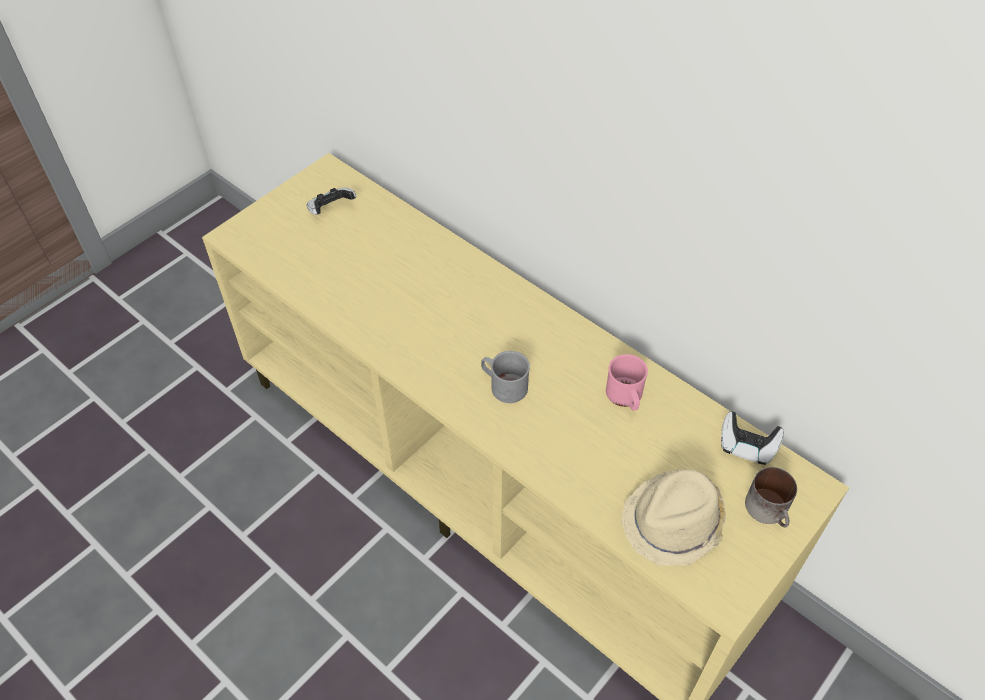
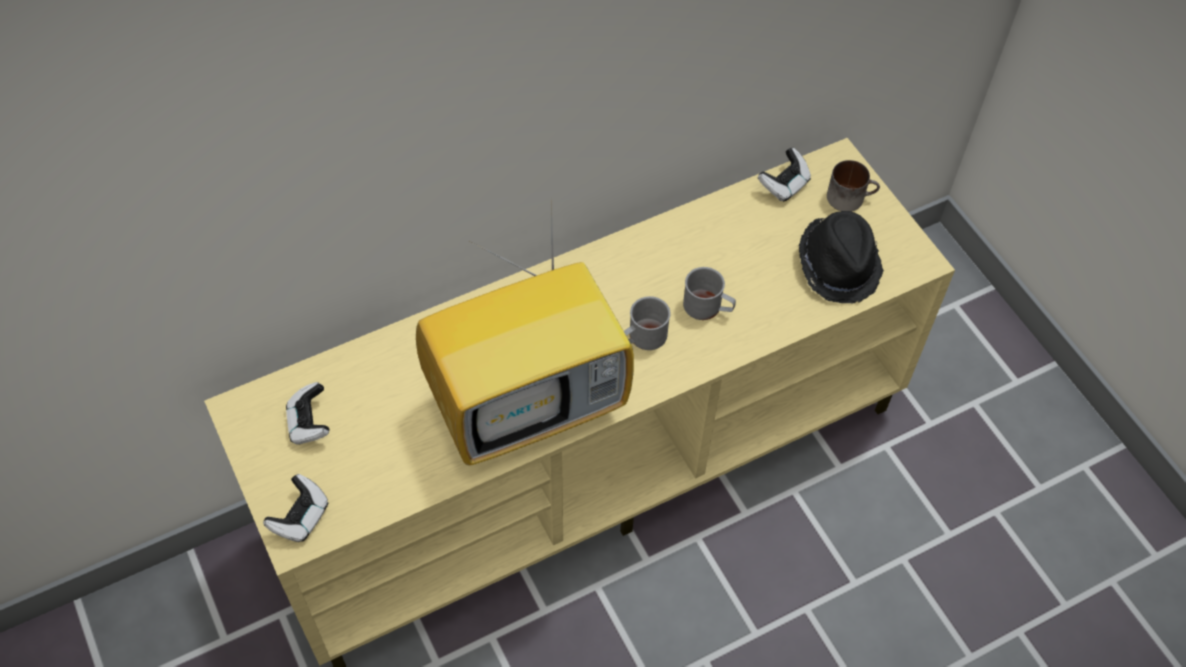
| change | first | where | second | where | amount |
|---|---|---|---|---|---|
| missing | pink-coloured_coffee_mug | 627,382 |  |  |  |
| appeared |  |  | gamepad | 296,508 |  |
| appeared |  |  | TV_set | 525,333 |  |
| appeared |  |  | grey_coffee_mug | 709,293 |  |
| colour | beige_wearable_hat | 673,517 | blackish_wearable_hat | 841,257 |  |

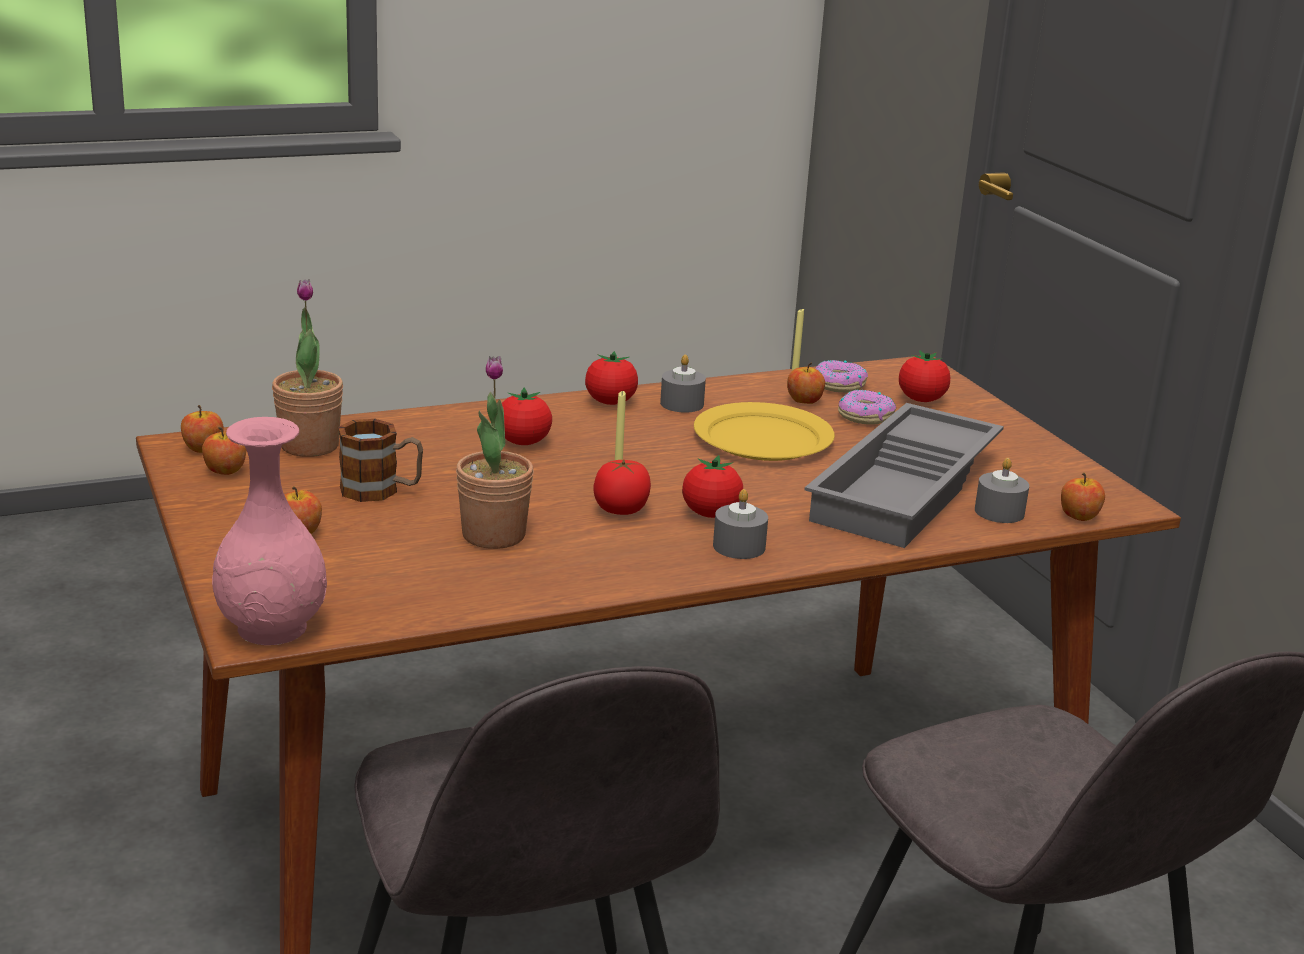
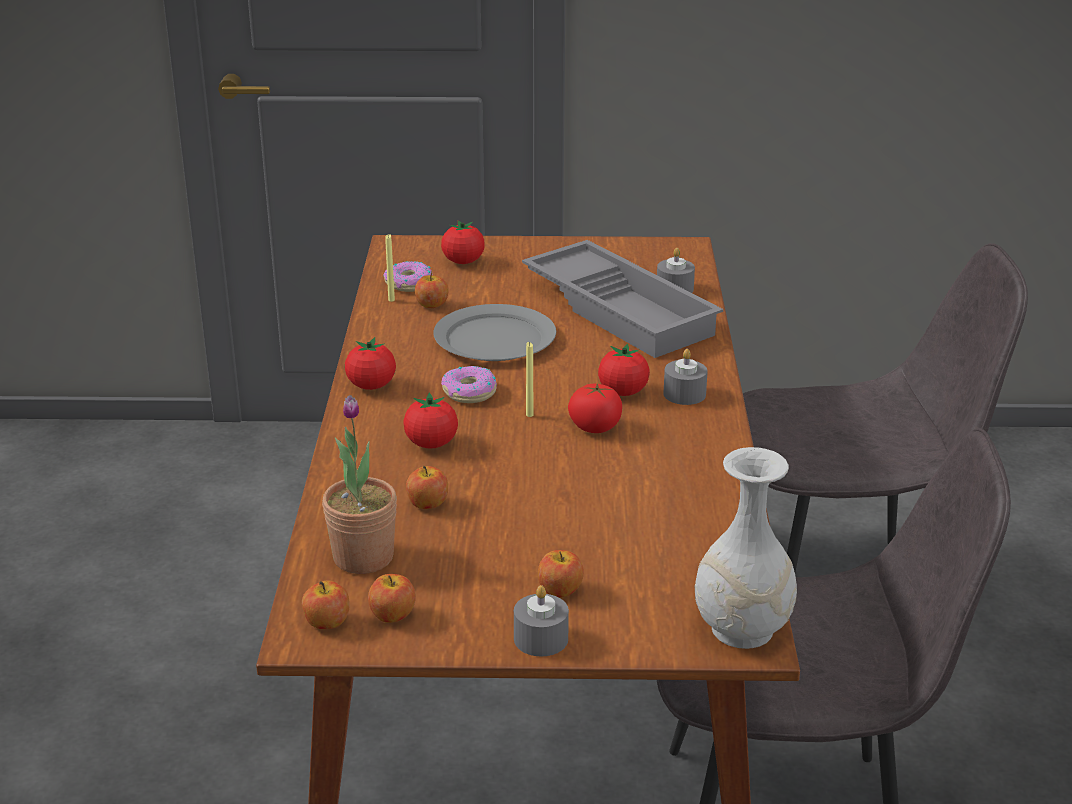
| change | first | where | second | where | amount |
|---|---|---|---|---|---|
| missing | coffee_mug | 380,460 |  |  |  |
| missing | plant_in_a_pot | 495,452 |  |  |  |
| relocated | grey_wax_candle | 683,383 |  | 541,620 |  |
| relocated | doughnut | 867,407 |  | 469,384 |  |
| relocated | apple | 1083,496 |  | 427,487 |  |
| colour | pink-coloured_decorative_vase | 269,531 | whitish_decorative_vase | 746,548 |  |
| colour | yellowish_flat_dish | 764,431 | grey_flat_dish | 494,332 |  |

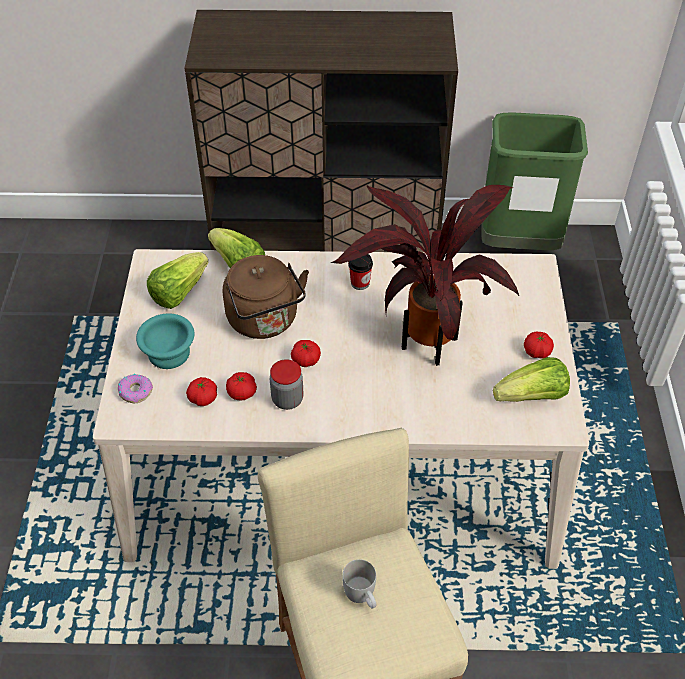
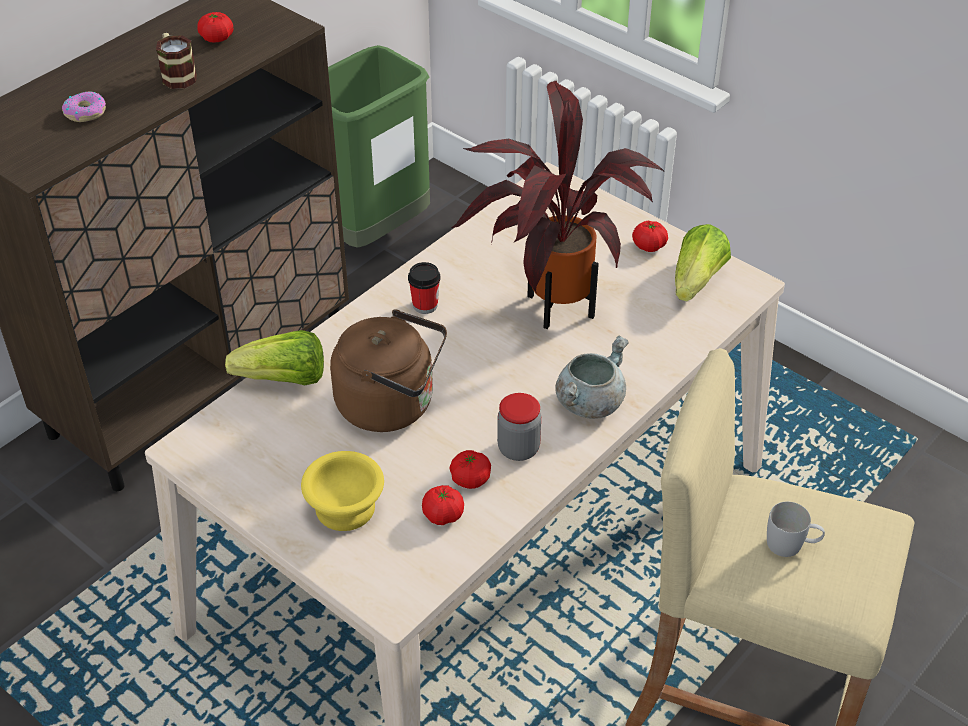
| change | first | where | second | where | amount |
|---|---|---|---|---|---|
| missing | lettuce | 177,280 |  |  |  |
| appeared |  |  | coffee_mug | 176,61 |  |
| appeared |  |  | grey_stockpot | 592,377 |  |
| relocated | doughnut | 135,388 |  | 84,106 |  |
| relocated | tomato | 306,353 |  | 215,27 |  |
| colour | blue-green_serving_bowl | 165,341 | yellowish_serving_bowl | 342,491 |  |

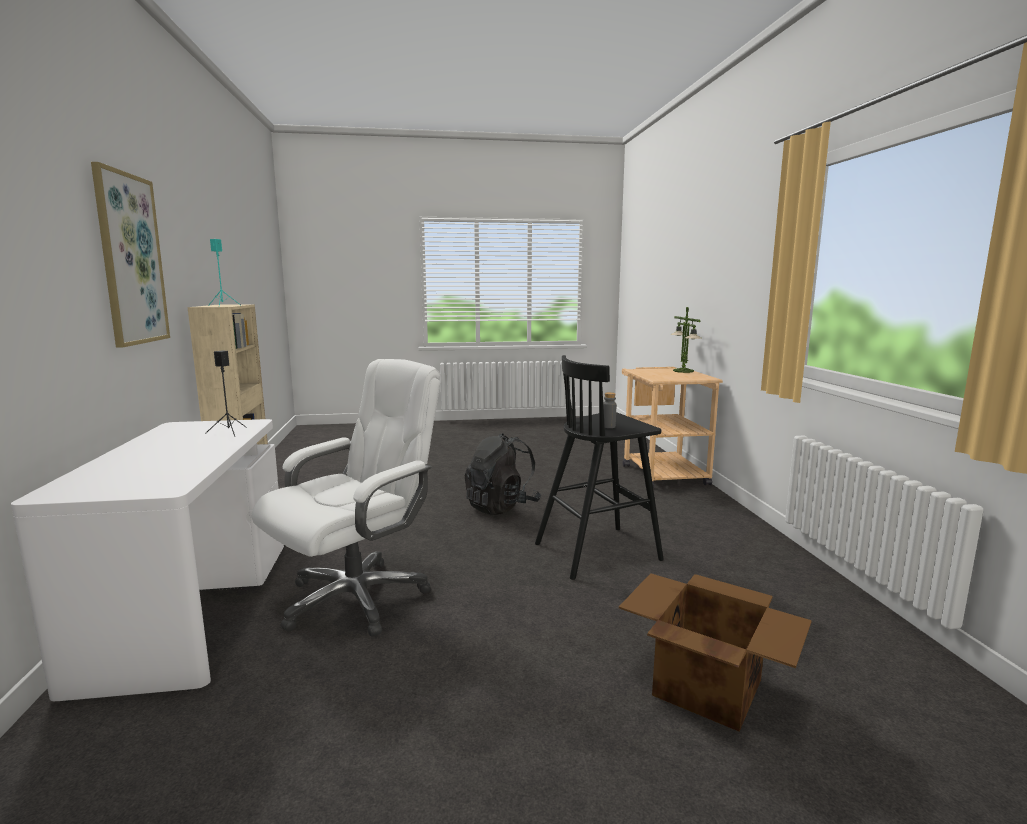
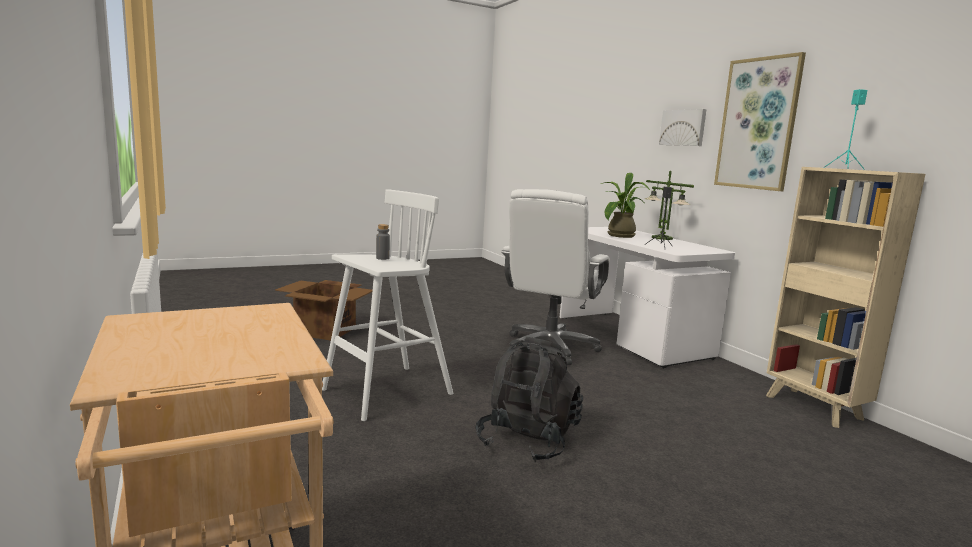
| change | first | where | second | where | amount |
|---|---|---|---|---|---|
| appeared |  |  | plant_in_a_pot | 625,205 |  |
| appeared |  |  | wall_picture | 683,127 |  |
| relocated | table_lamp | 685,339 |  | 669,205 |  |
| colour | blackish_stool_seat | 599,467 | whitish_stool_seat | 387,305 |  |

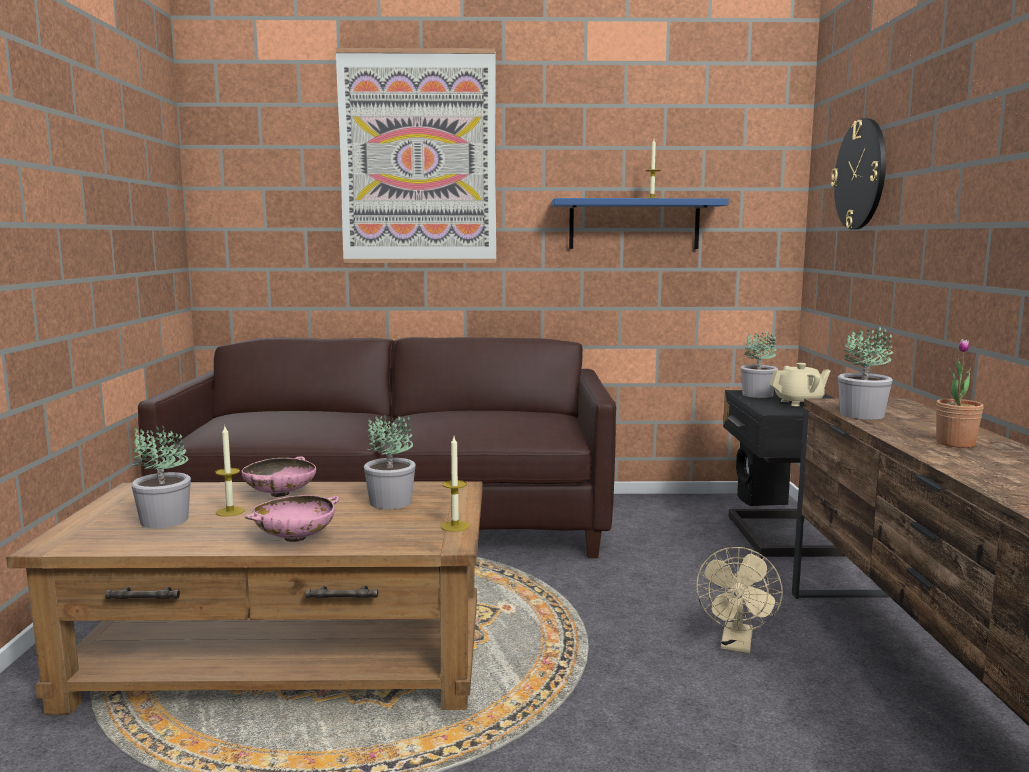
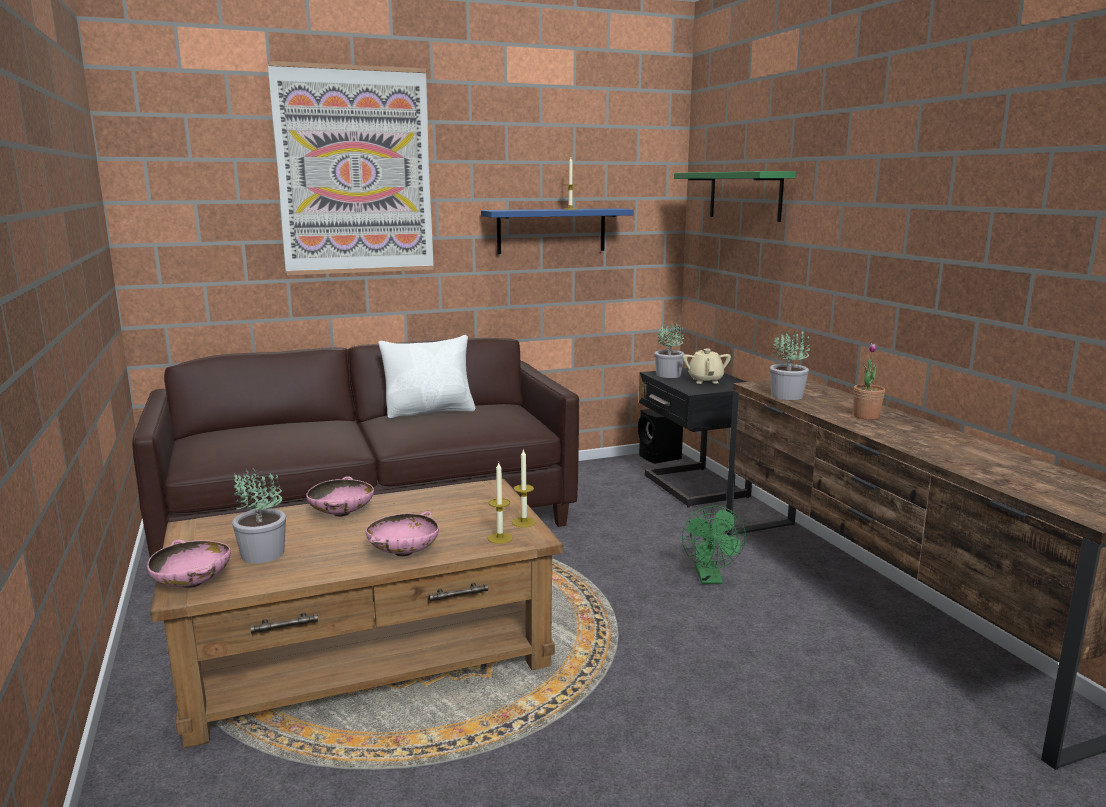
| change | first | where | second | where | amount |
|---|---|---|---|---|---|
| missing | plant_in_a_pot | 390,462 |  |  |  |
| appeared |  |  | pink-coloured_serving_bowl | 189,564 |  |
| appeared |  |  | whitish_pillow | 426,376 |  |
| relocated | wax_candle | 230,471 |  | 500,503 |  |
| exchanged | clock_on_the_wall | 858,173 | green_shelf | 735,196 |  |
| colour | beige_cooling_fan | 739,600 | green_cooling_fan | 714,545 |  |
| spun | beige_teapot | 800,384 |  | 707,366 | 60 degrees counterclockwise |

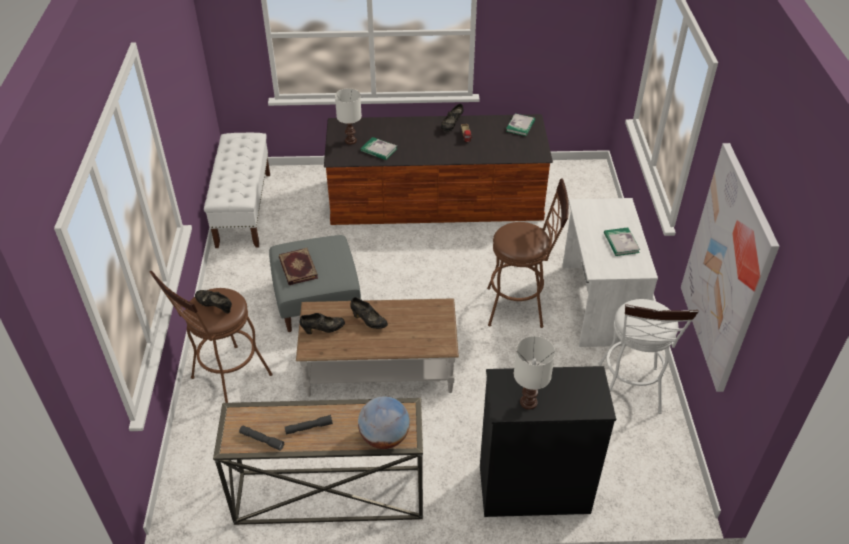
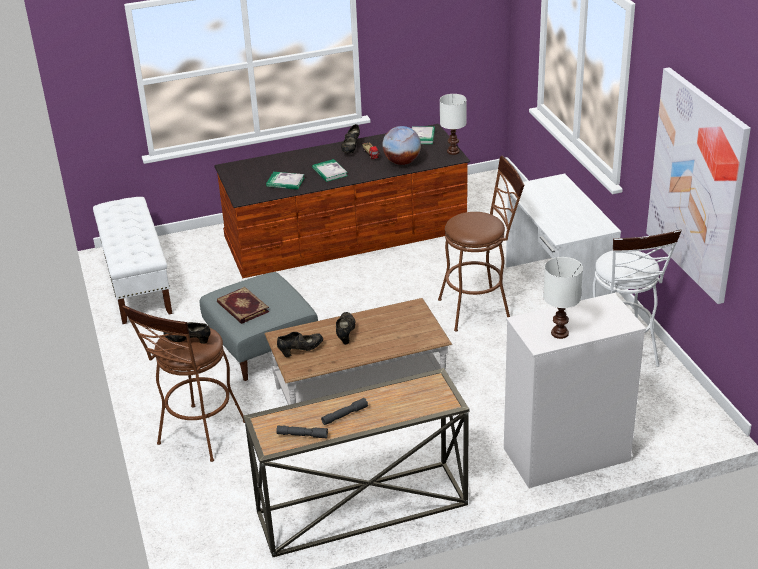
| change | first | where | second | where | amount |
|---|---|---|---|---|---|
| relocated | whitish_table_lamp | 348,116 |  | 453,124 |  |
| relocated | globe | 384,422 |  | 401,145 |  |
| relocated | bound_book | 622,241 |  | 330,170 |  |
| colour | blackish_dresser | 548,441 | whitish_dresser | 575,390 |  |
| spun | blackish_item_of_footwear | 369,313 |  | 345,328 | 105 degrees counterclockwise |

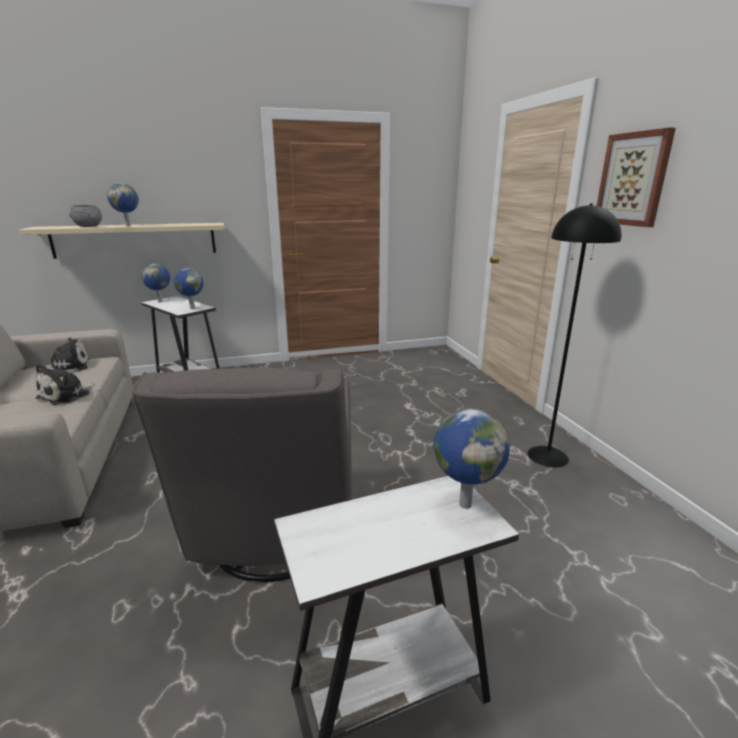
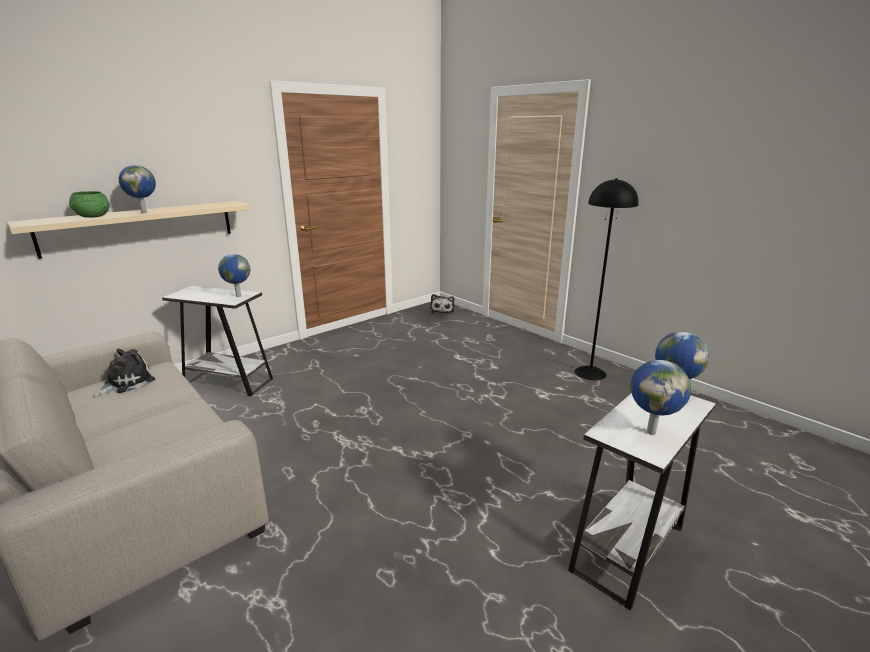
| change | first | where | second | where | amount |
|---|---|---|---|---|---|
| missing | grey_easy_chair | 242,475 |  |  |  |
| missing | wall_picture | 636,177 |  |  |  |
| relocated | soft_toy | 65,384 |  | 442,304 |  |
| relocated | globe | 155,282 |  | 660,397 |  |
| colour | grey_serving_bowl | 85,216 | green_serving_bowl | 89,204 |  |

